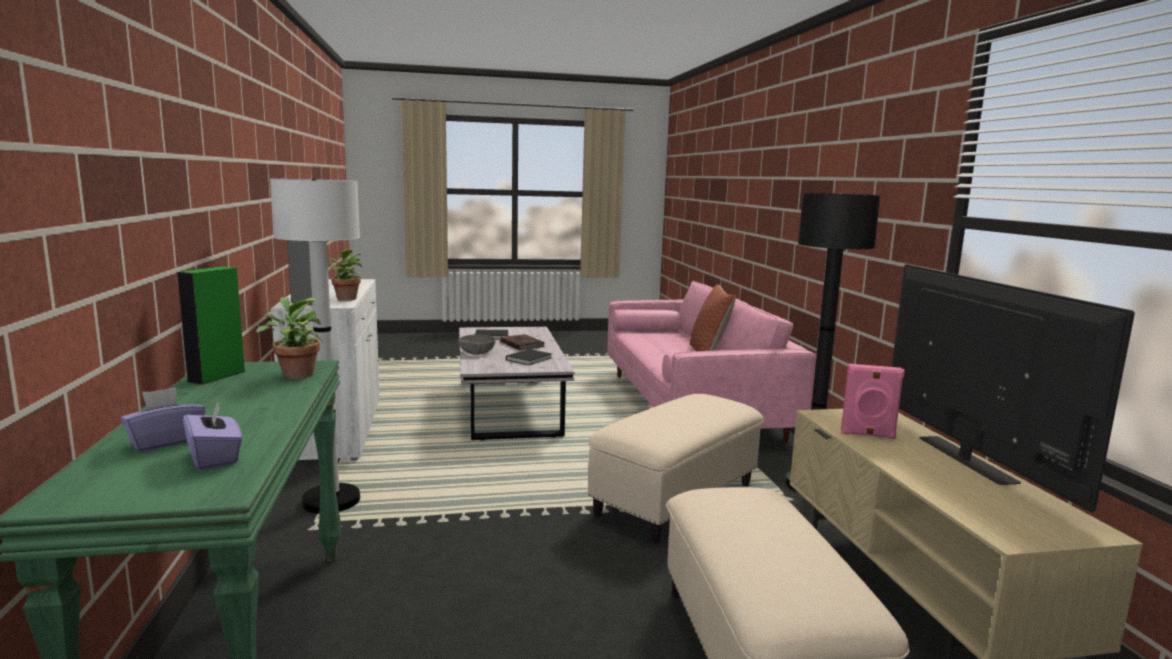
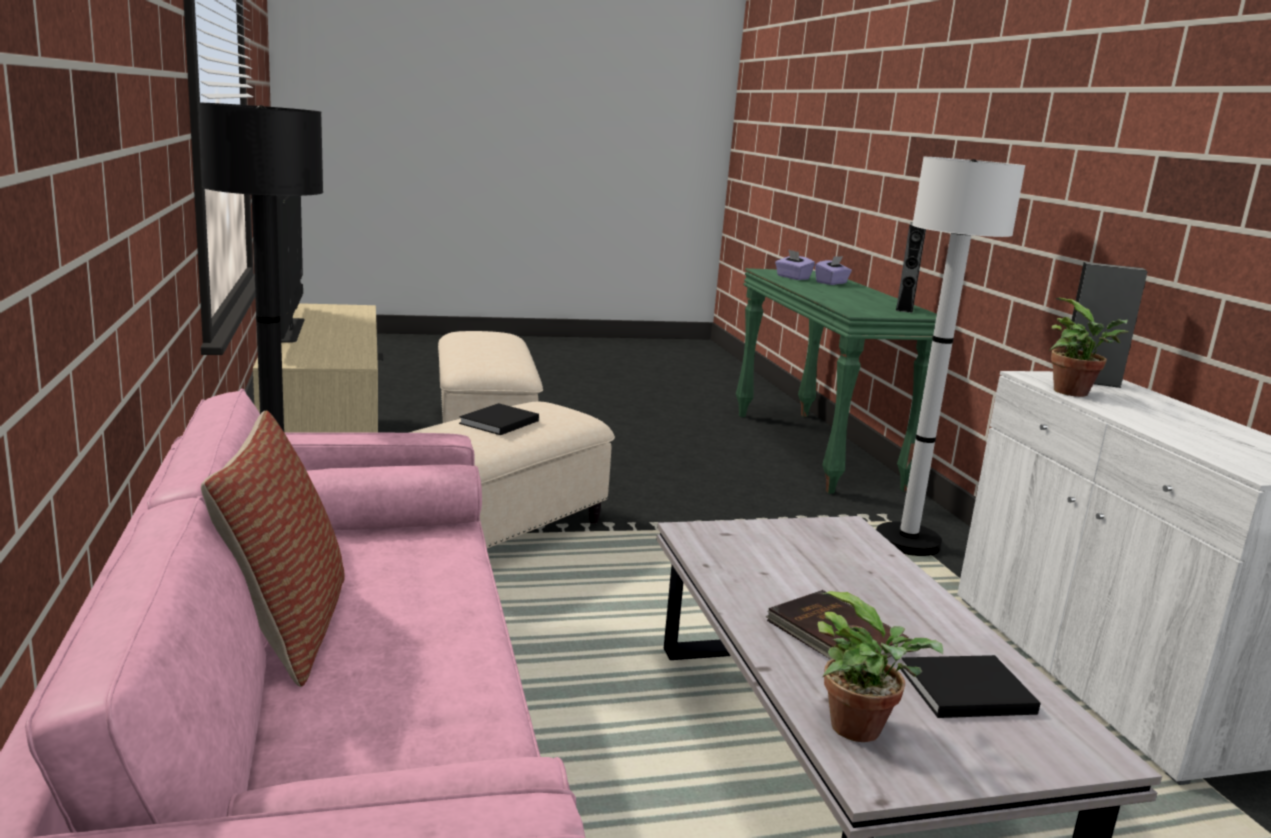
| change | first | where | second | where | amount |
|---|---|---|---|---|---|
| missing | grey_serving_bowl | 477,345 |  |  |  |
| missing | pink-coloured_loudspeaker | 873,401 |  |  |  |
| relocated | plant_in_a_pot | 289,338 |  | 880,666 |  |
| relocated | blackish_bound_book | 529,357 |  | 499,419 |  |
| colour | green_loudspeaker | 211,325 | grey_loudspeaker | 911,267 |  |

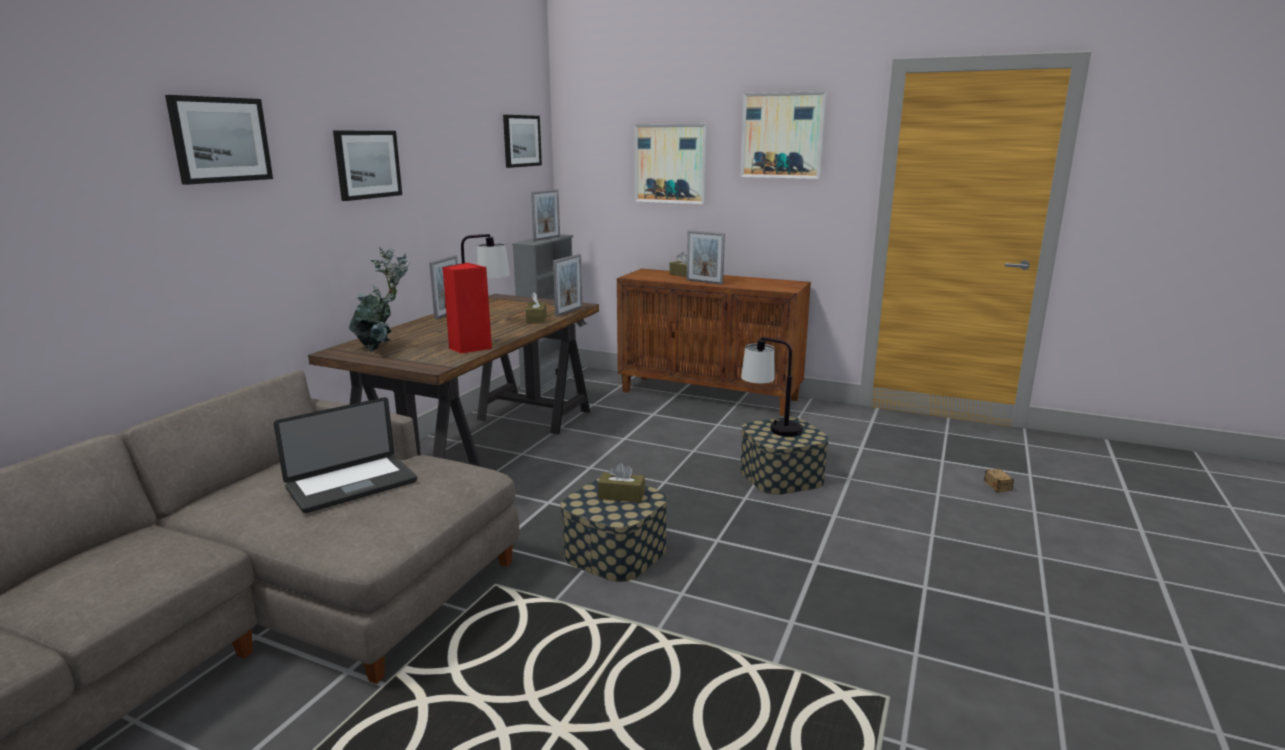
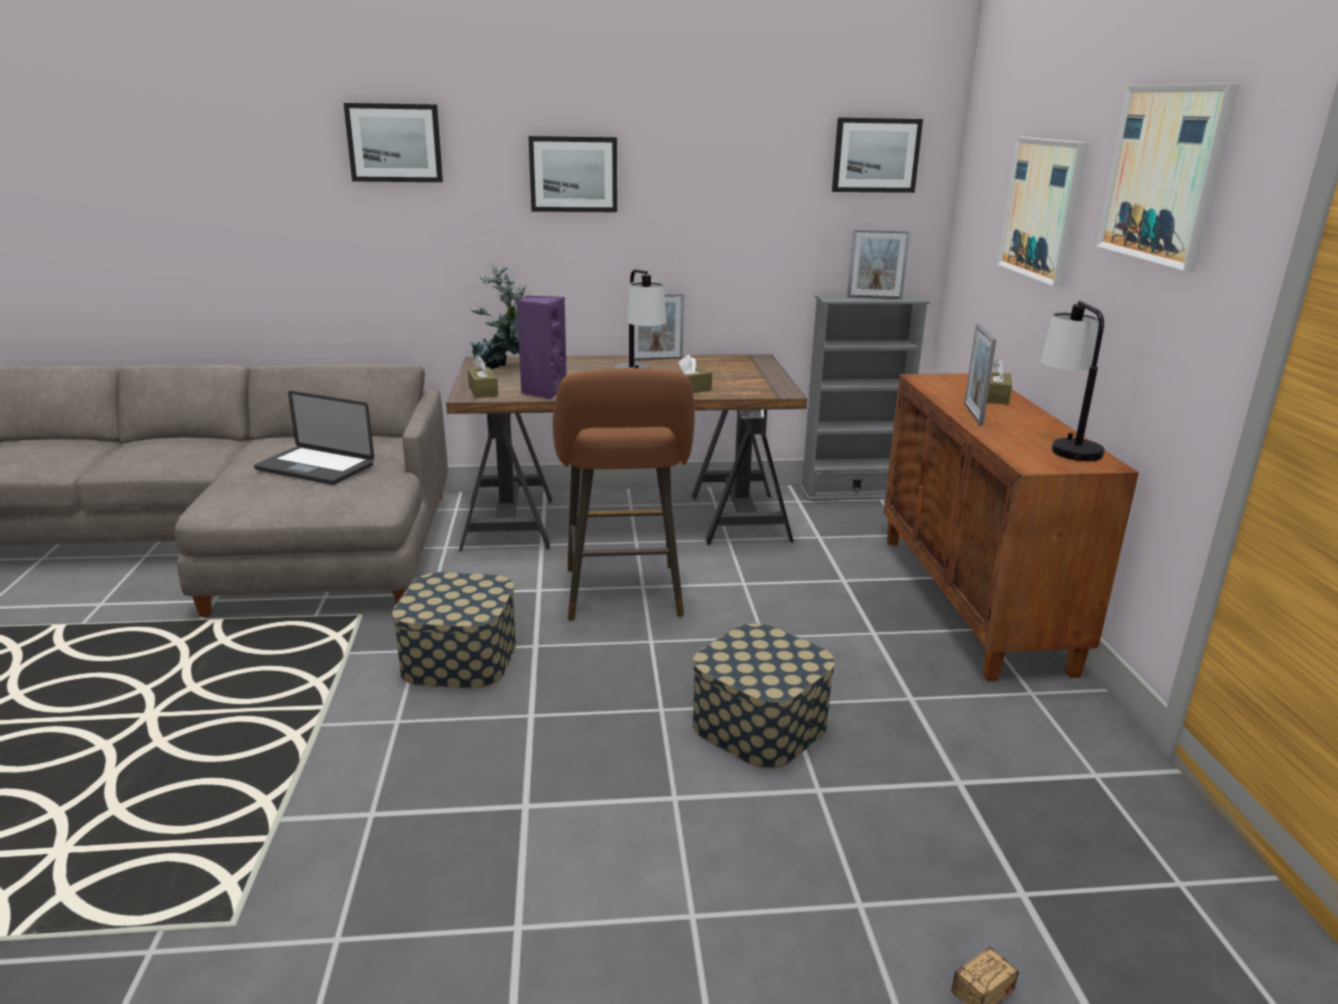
| change | first | where | second | where | amount |
|---|---|---|---|---|---|
| missing | photo_frame | 568,285 |  |  |  |
| appeared |  |  | brown-coloured_stool_seat | 624,494 |  |
| relocated | brown-coloured_box_of_tissues | 621,483 |  | 483,377 |  |
| relocated | table_lamp | 772,387 |  | 1072,380 |  |
| colour | red-coloured_loudspeaker | 467,308 | purplish_loudspeaker | 542,347 |  |

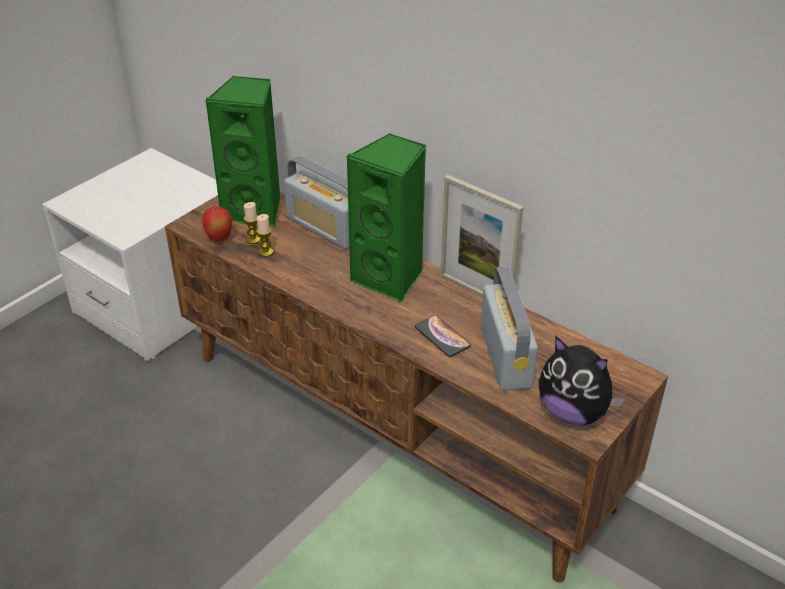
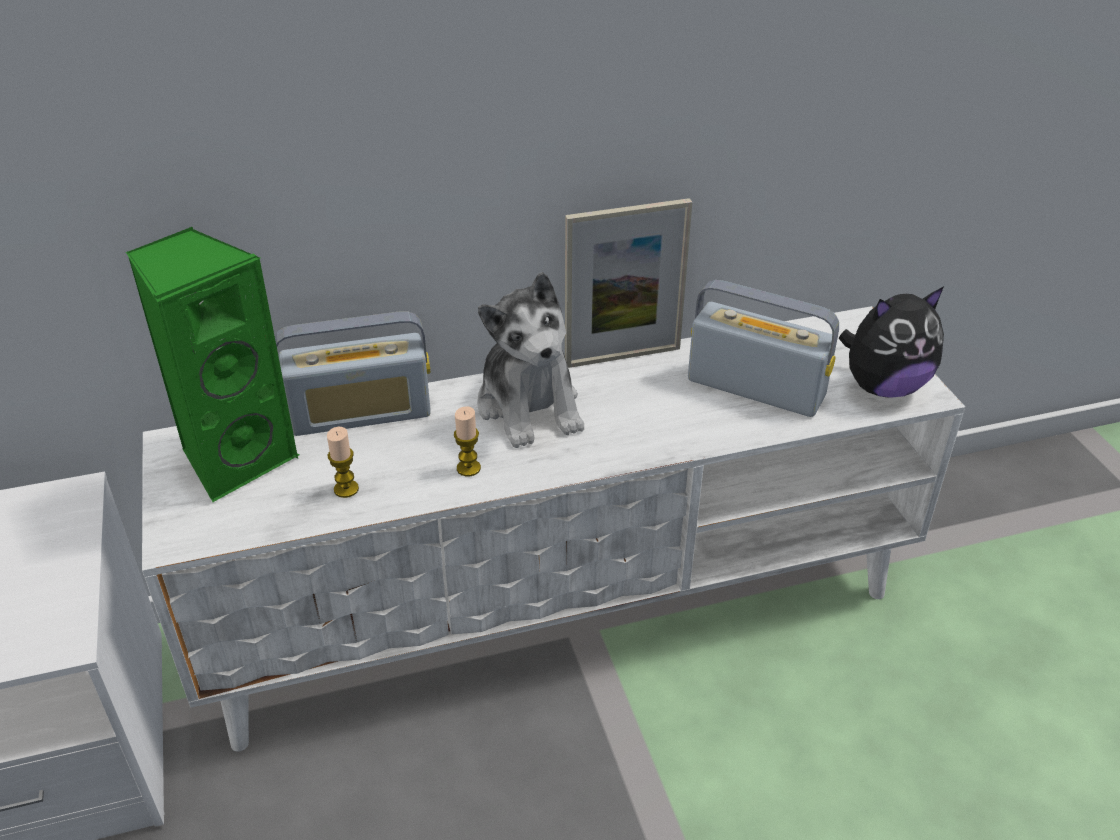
| change | first | where | second | where | amount |
|---|---|---|---|---|---|
| missing | apple | 217,224 |  |  |  |
| missing | handset | 443,336 |  |  |  |
| relocated | wax_candle | 252,223 |  | 467,441 |  |
| exchanged | green_loudspeaker | 386,217 | soft_toy | 530,360 |  |
| colour | brown-coloured_tv_unit | 416,387 | whitish_tv_unit | 553,529 |  |

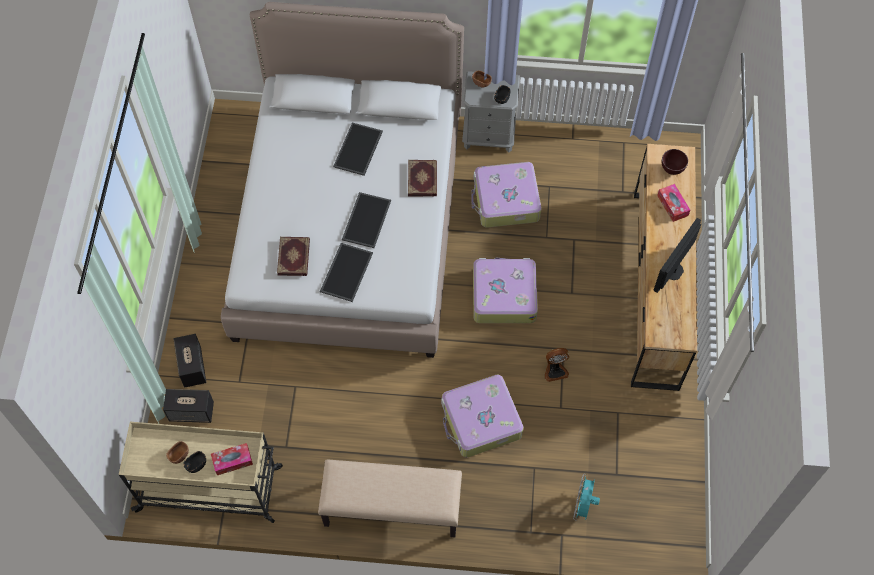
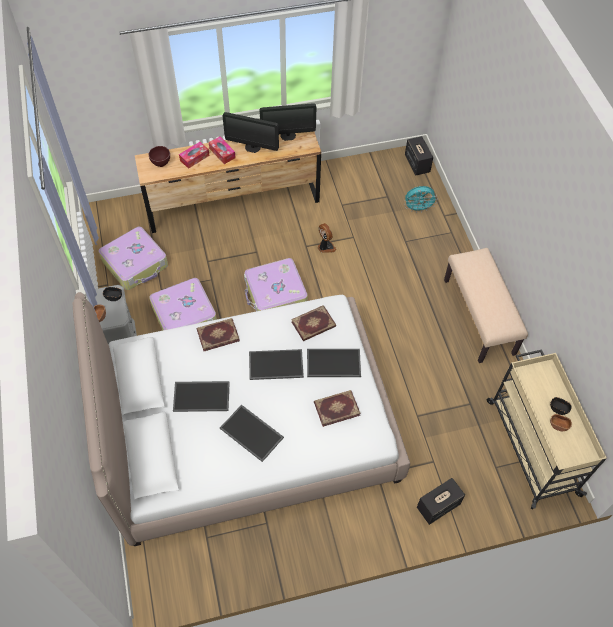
| change | first | where | second | where | amount |
|---|---|---|---|---|---|
| appeared |  |  | tray | 252,433 |  |
| appeared |  |  | computer_screen | 288,122 |  |
| appeared |  |  | bound_book | 313,323 |  |
| relocated | loudspeaker | 188,406 |  | 419,156 |  |
| relocated | box_of_tissues | 232,459 |  | 222,150 |  |
| relocated | piece_of_luggage | 482,416 |  | 133,258 |  |

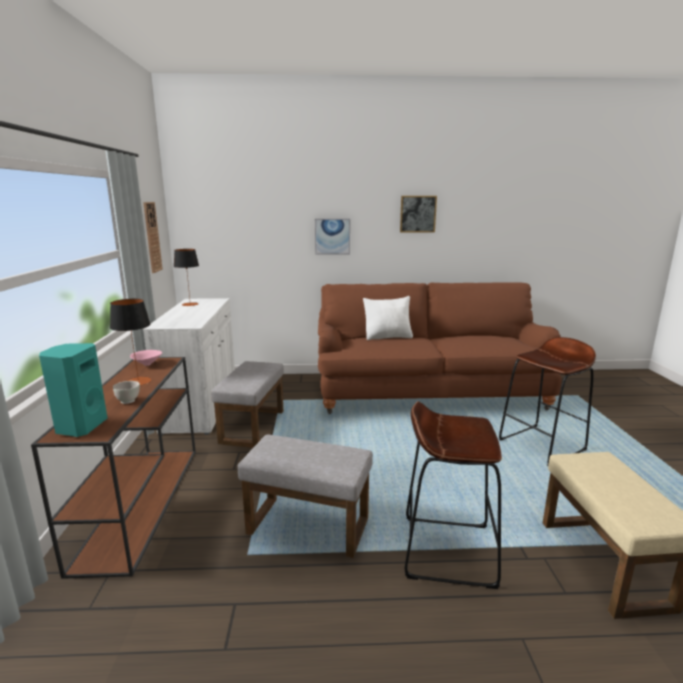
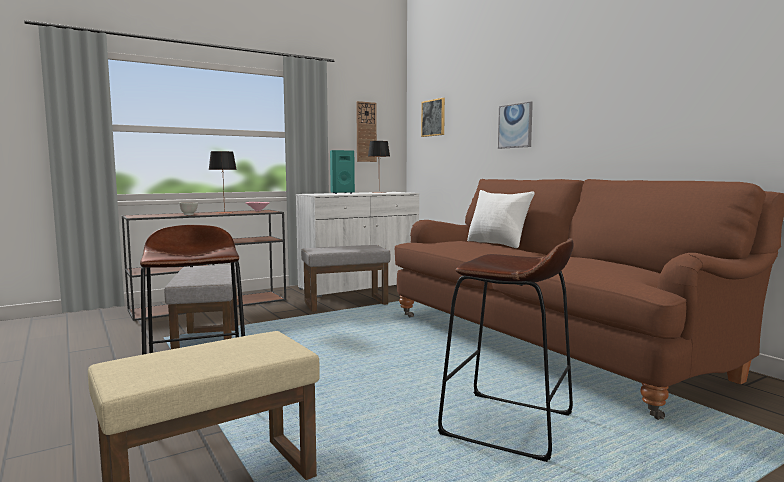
| change | first | where | second | where | amount |
|---|---|---|---|---|---|
| relocated | blue-green_loudspeaker | 73,390 |  | 342,172 |  |
| relocated | wall_picture | 418,214 |  | 433,117 |  |

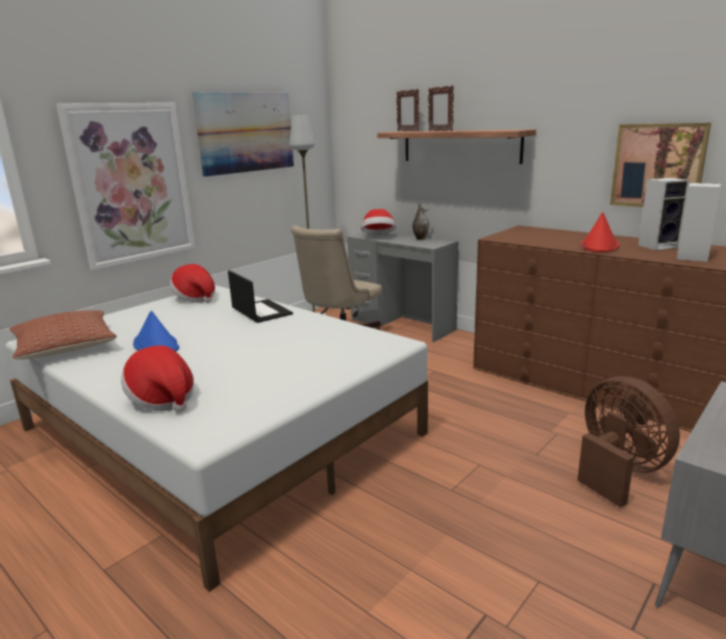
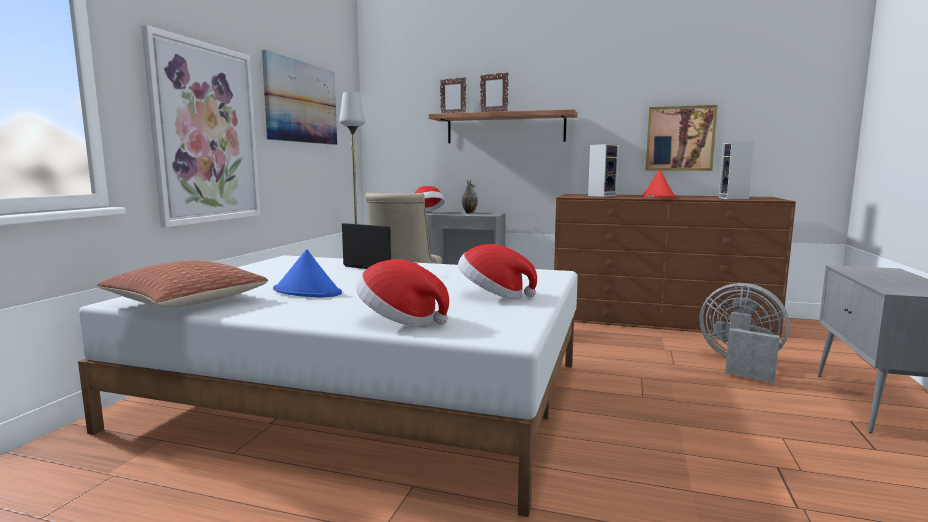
| change | first | where | second | where | amount |
|---|---|---|---|---|---|
| relocated | wearable_hat | 192,283 |  | 497,271 |  |
| relocated | loudspeaker | 664,214 |  | 603,170 |  |
| colour | brown-coloured_cooling_fan | 629,442 | grey_cooling_fan | 745,333 |  |

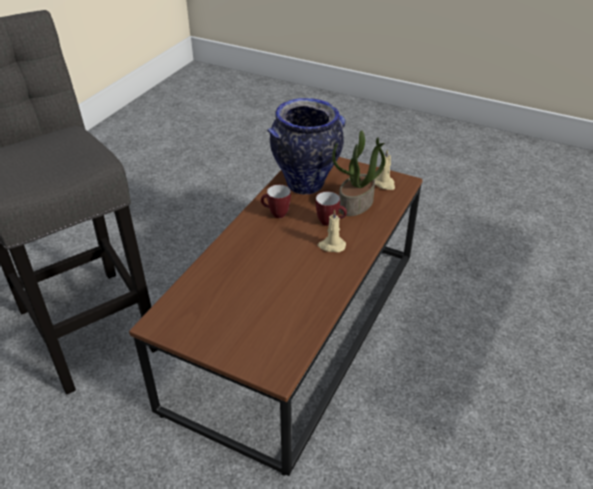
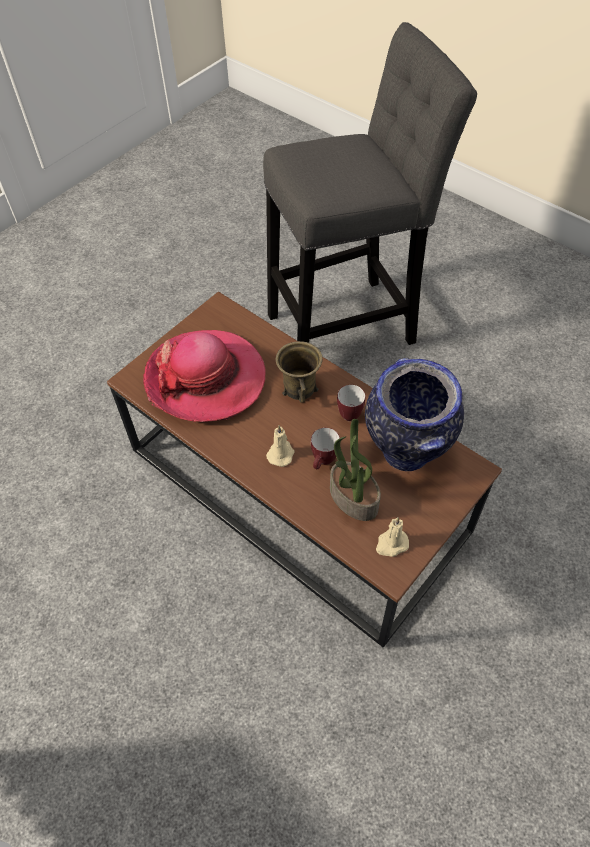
| change | first | where | second | where | amount |
|---|---|---|---|---|---|
| appeared |  |  | wearable_hat | 204,376 |  |
| appeared |  |  | brown-coloured_coffee_mug | 299,371 |  |

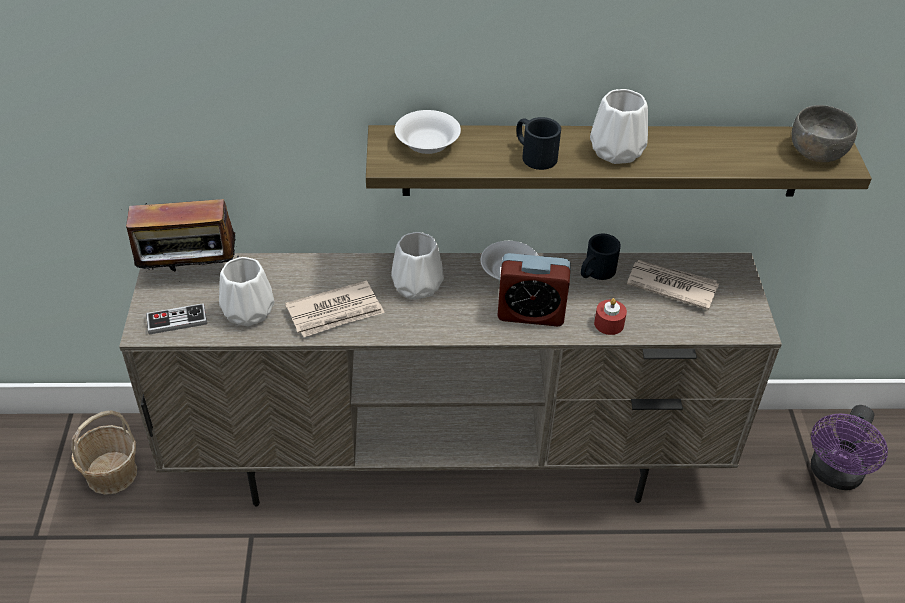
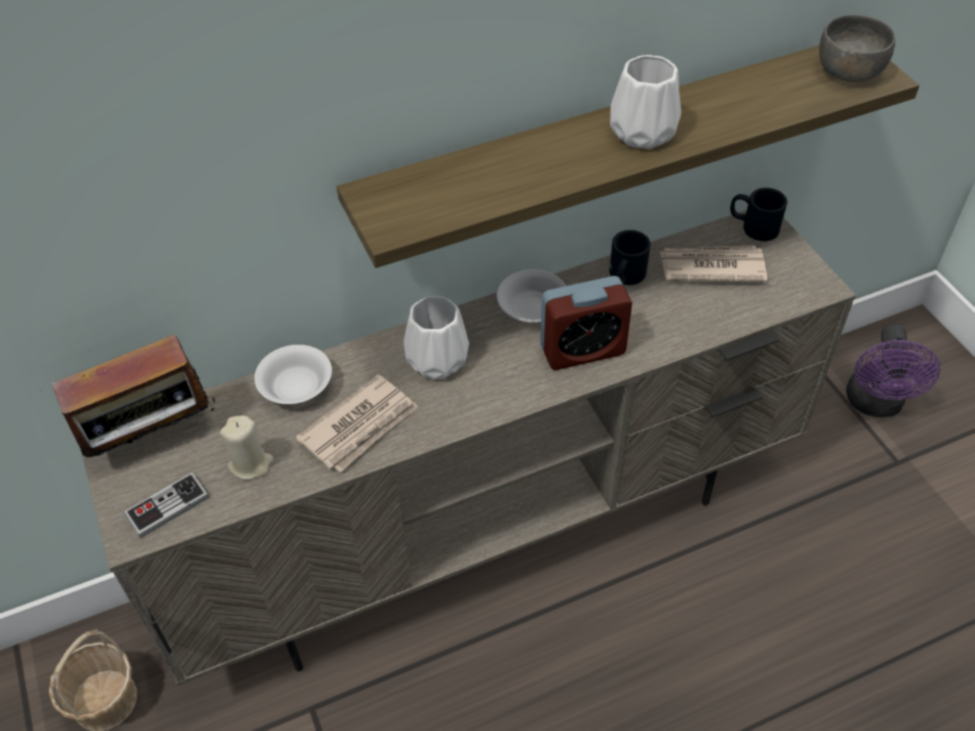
| change | first | where | second | where | amount |
|---|---|---|---|---|---|
| missing | red-coloured_wax_candle | 610,316 |  |  |  |
| relocated | whitish_serving_bowl | 428,132 |  | 293,374 |  |
| relocated | blackish_coffee_mug | 539,143 |  | 758,214 |  |
| exchanged | whitish_decorative_vase | 247,291 | beige_wax_candle | 246,447 |  |

